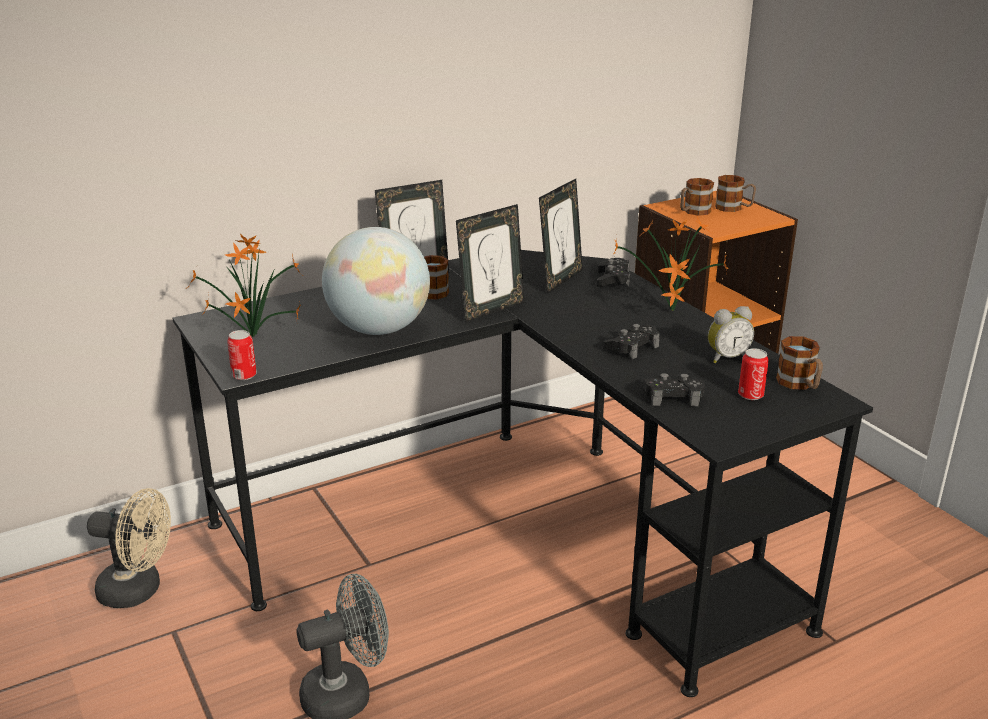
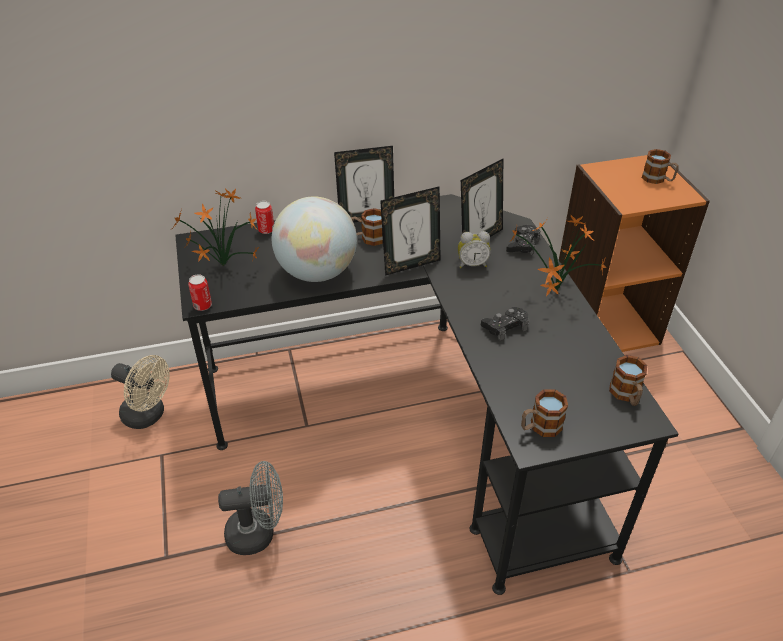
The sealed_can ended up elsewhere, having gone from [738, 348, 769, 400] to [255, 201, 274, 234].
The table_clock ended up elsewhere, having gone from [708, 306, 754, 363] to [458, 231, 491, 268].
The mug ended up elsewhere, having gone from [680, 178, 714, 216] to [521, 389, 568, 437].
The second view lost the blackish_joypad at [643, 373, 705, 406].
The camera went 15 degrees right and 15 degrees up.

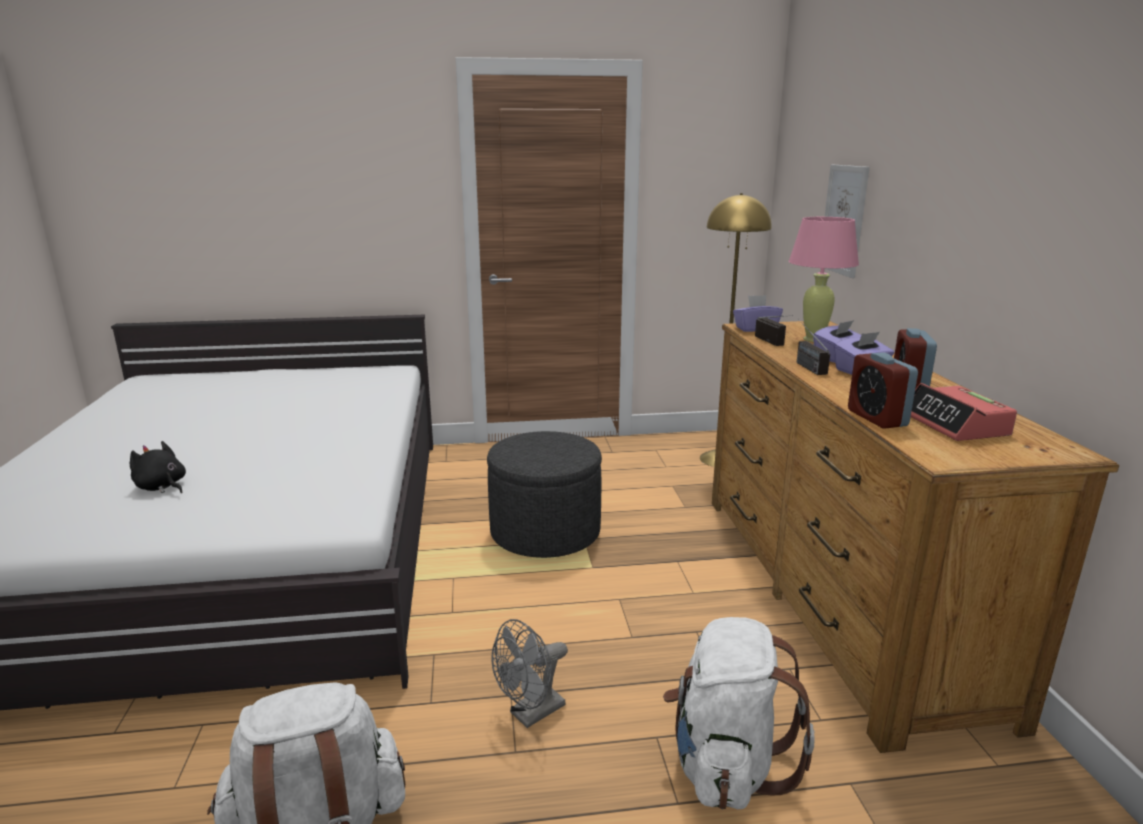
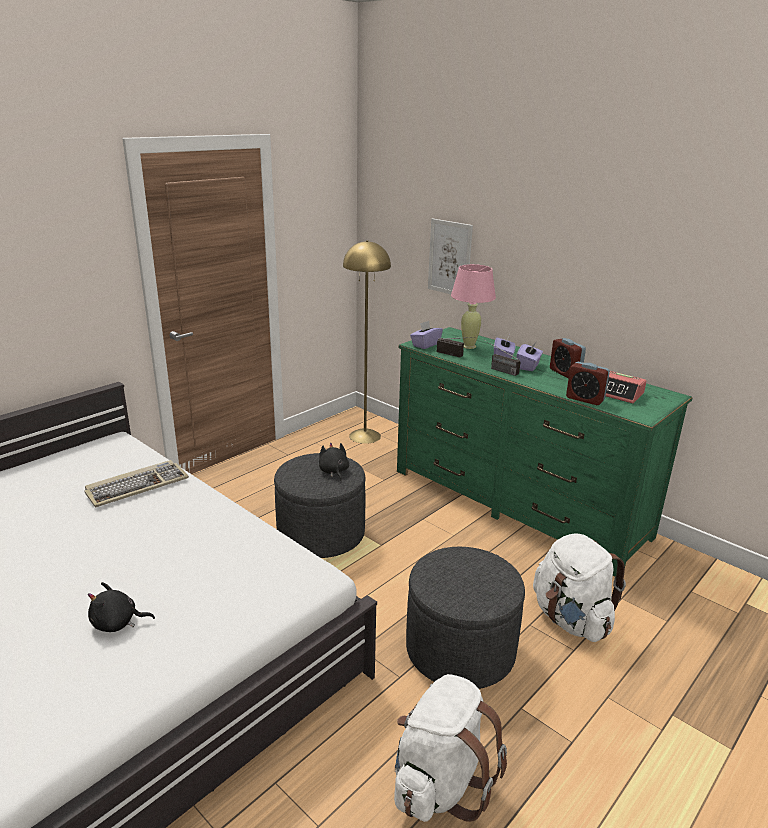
The second view gained the PC_keyboard at [84, 460, 189, 508].
The second view gained the blackish_cuddly_toy at [319, 443, 349, 481].
What was the brown_dresser at [712, 321, 1119, 753] turned into the greenish_dresser at [397, 327, 693, 576].
Where the gray_electric_fan stood at [491, 619, 568, 728], the gray_ottoman came to stand at [406, 547, 525, 689].
The camera went 40 degrees left and 5 degrees up.

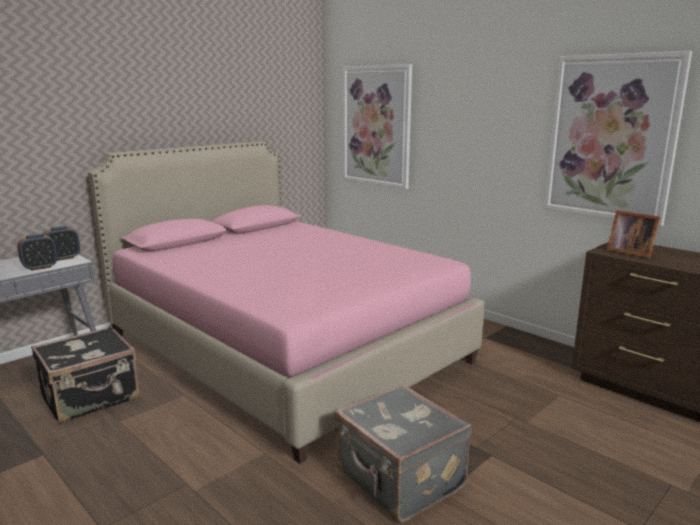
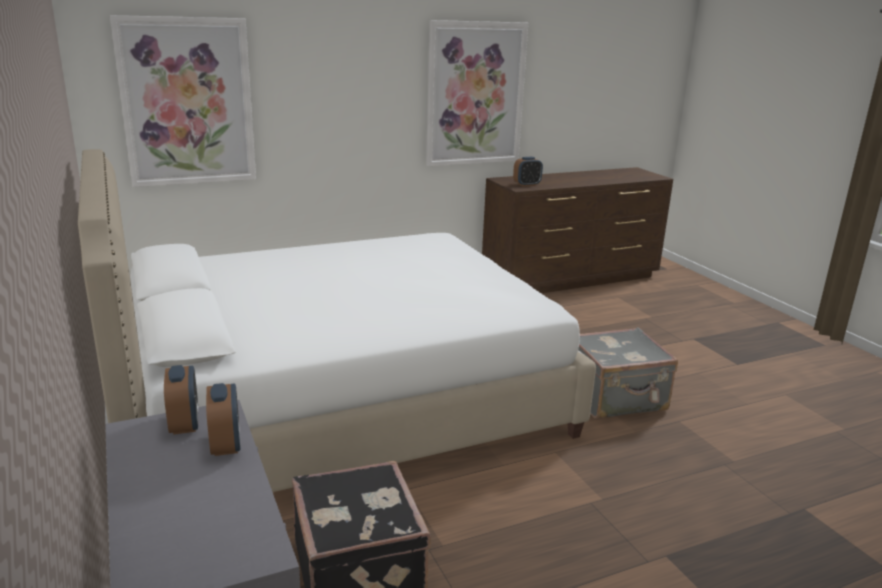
What was the pink_bedroom_bed at [88, 141, 485, 464] turned into the white_bedroom_bed at [78, 149, 596, 492].
Where the photo_frame stood at [607, 210, 660, 258], the table_clock came to stand at [513, 157, 543, 186].
The camera went 70 degrees left and 5 degrees up.

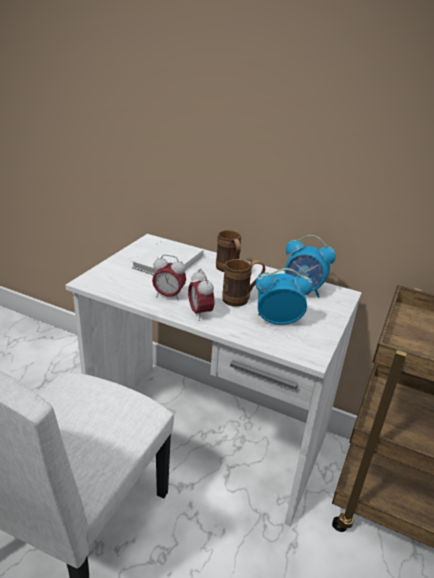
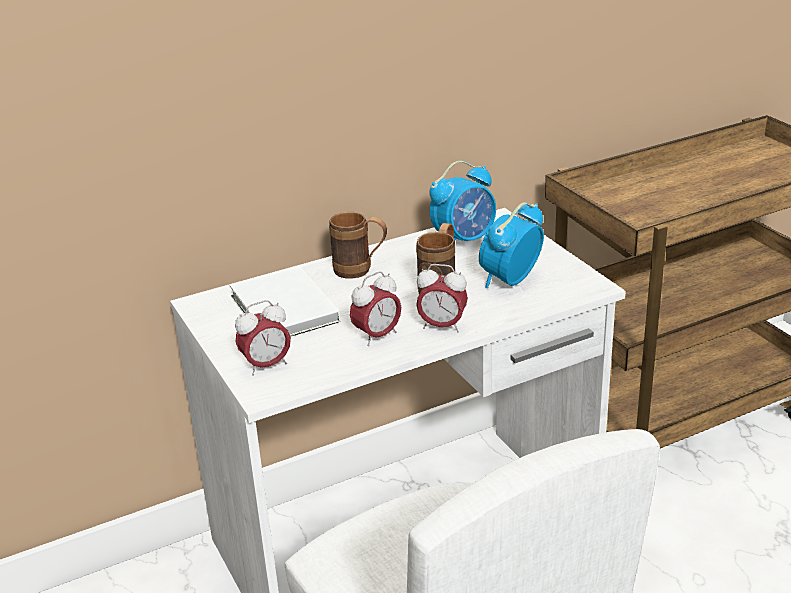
The second view gained the table_clock at [235, 300, 291, 376].
The camera went 50 degrees left and 0 degrees up.

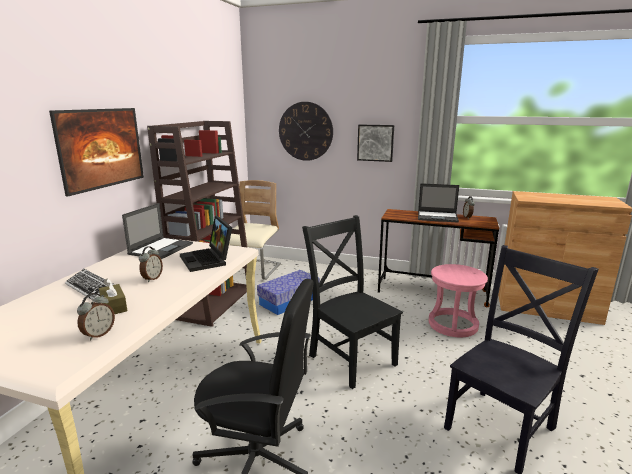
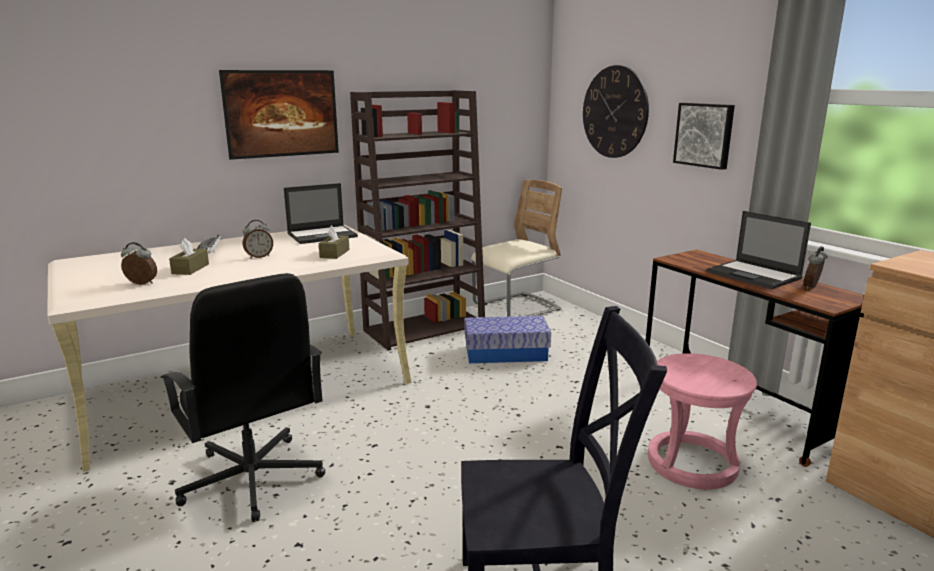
The table_clock at [77, 293, 115, 340] ended up facing another way, 150 degrees counterclockwise from before.
Where the notebook_computer stood at [180, 216, 232, 272], the brown_tissue_box came to stand at [319, 225, 349, 259].
The second view lost the blackish_chair at [302, 215, 403, 389].
The camera went 40 degrees right and 0 degrees up.

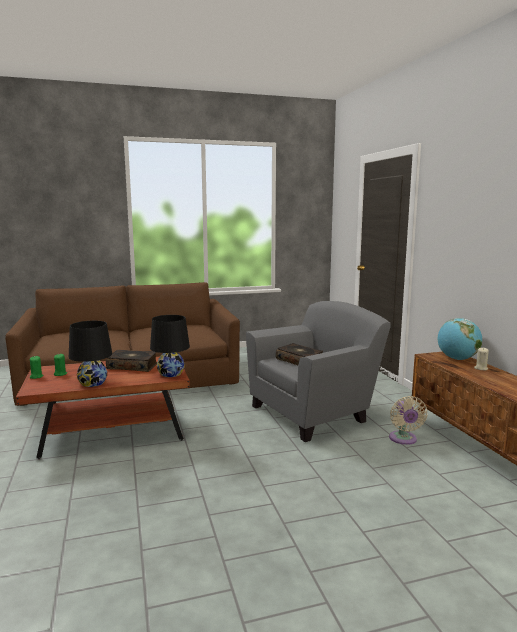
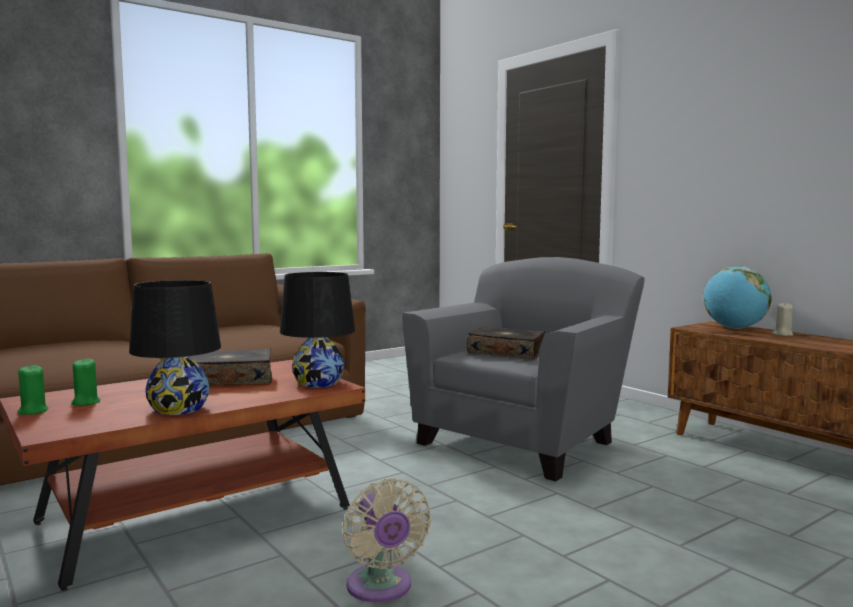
The beige_electric_fan ended up elsewhere, having gone from [389, 396, 428, 445] to [342, 478, 431, 603].
The camera went 20 degrees left and 5 degrees down.

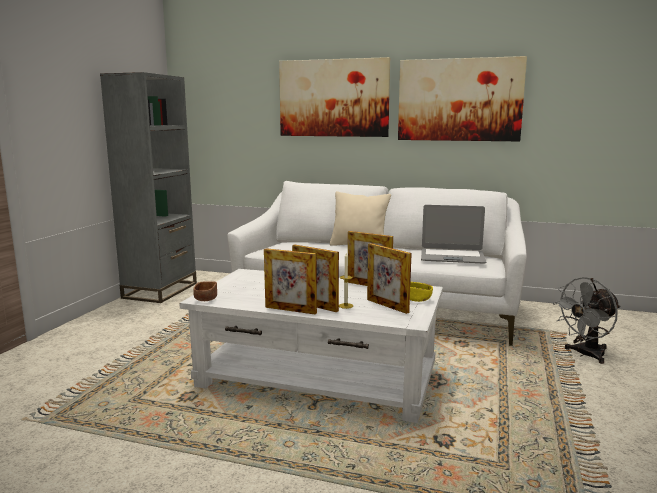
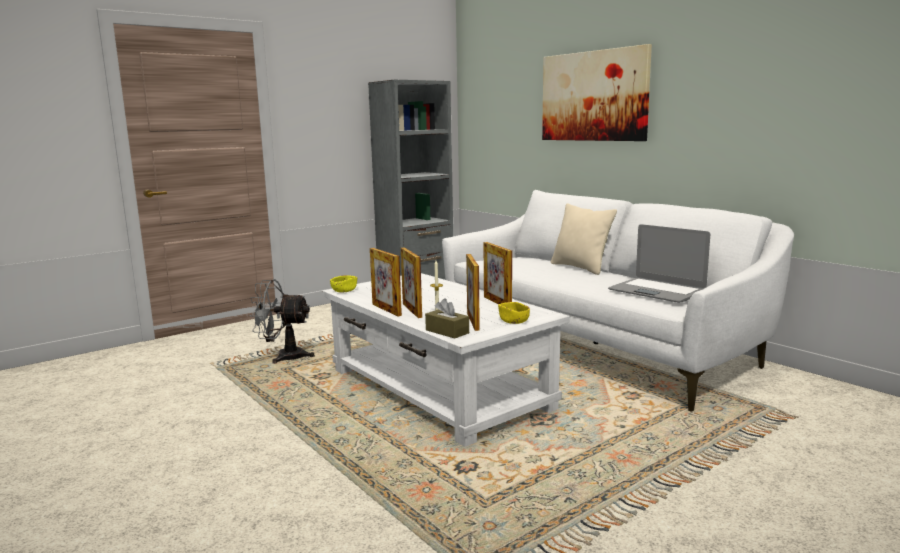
The gray_electric_fan ended up elsewhere, having gone from [553, 277, 620, 364] to [249, 279, 315, 364].
What was the brown_deep_dish at [193, 281, 217, 301] turned into the yellow-coloured_deep_dish at [330, 275, 357, 293].
The second view gained the brown_tissue_box at [425, 298, 469, 338].
The second view lost the picture at [398, 56, 527, 141].
The camera went 35 degrees right and 0 degrees up.

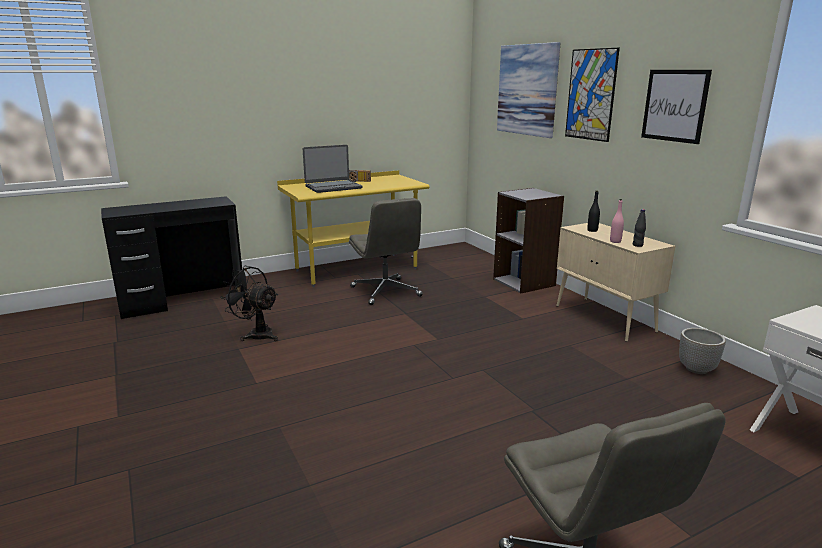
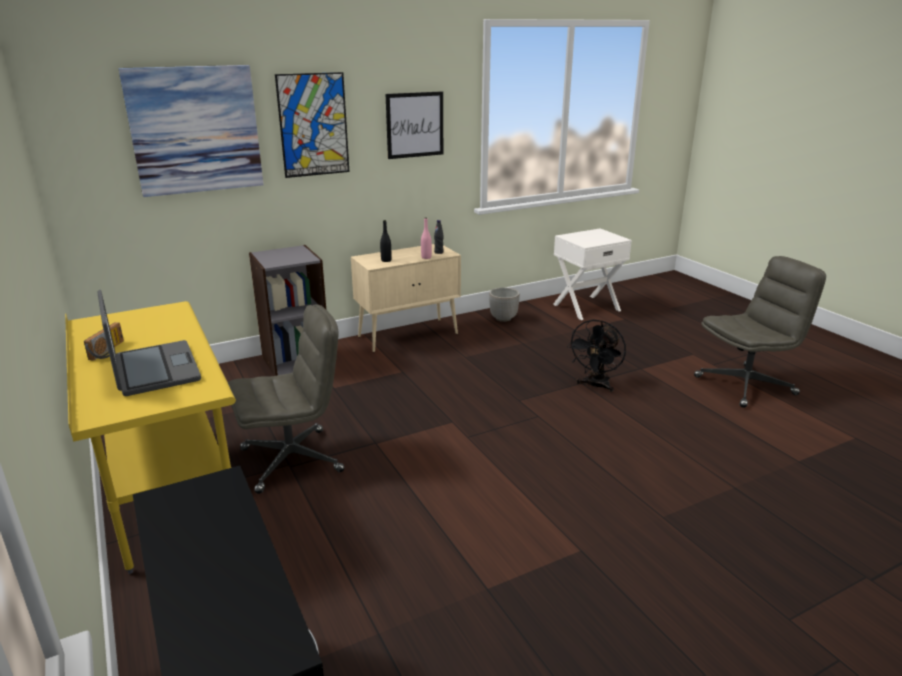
The blackish_electric_fan ended up elsewhere, having gone from [220, 266, 278, 341] to [567, 320, 626, 393].
The camera went 90 degrees left and 5 degrees up.

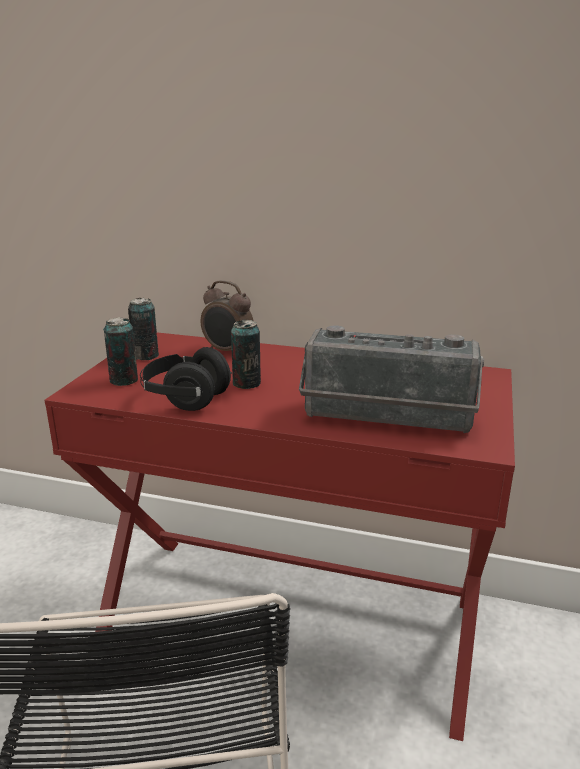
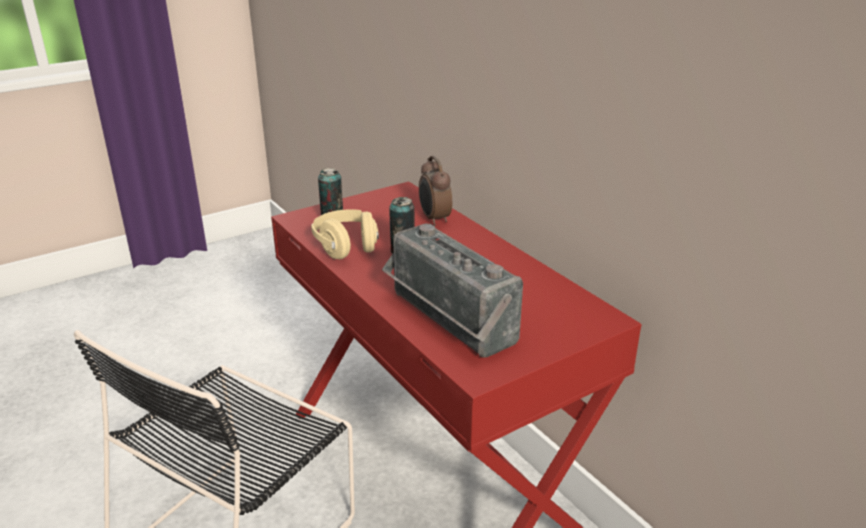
What was the blackish_pair_of_headphones at [140, 347, 232, 411] turned into the beige_pair_of_headphones at [311, 209, 379, 259].
The second view lost the sealed_can at [128, 298, 159, 360].
The camera went 40 degrees right and 5 degrees up.

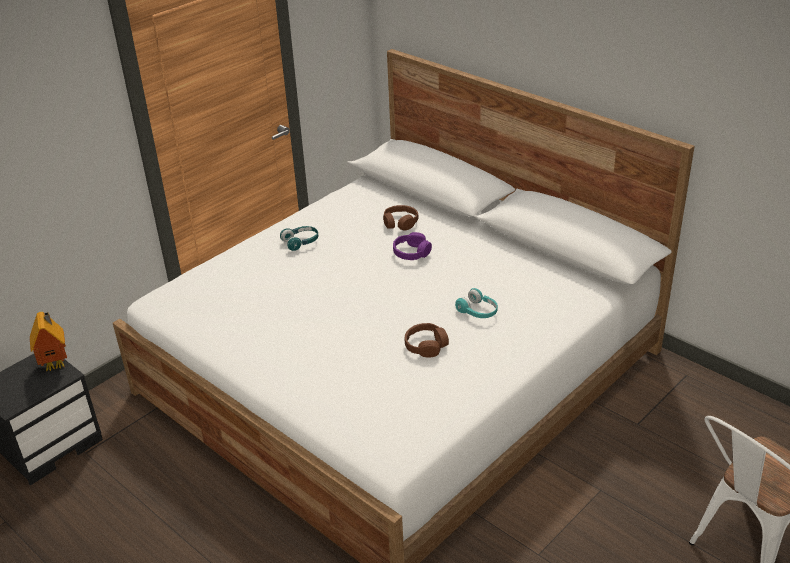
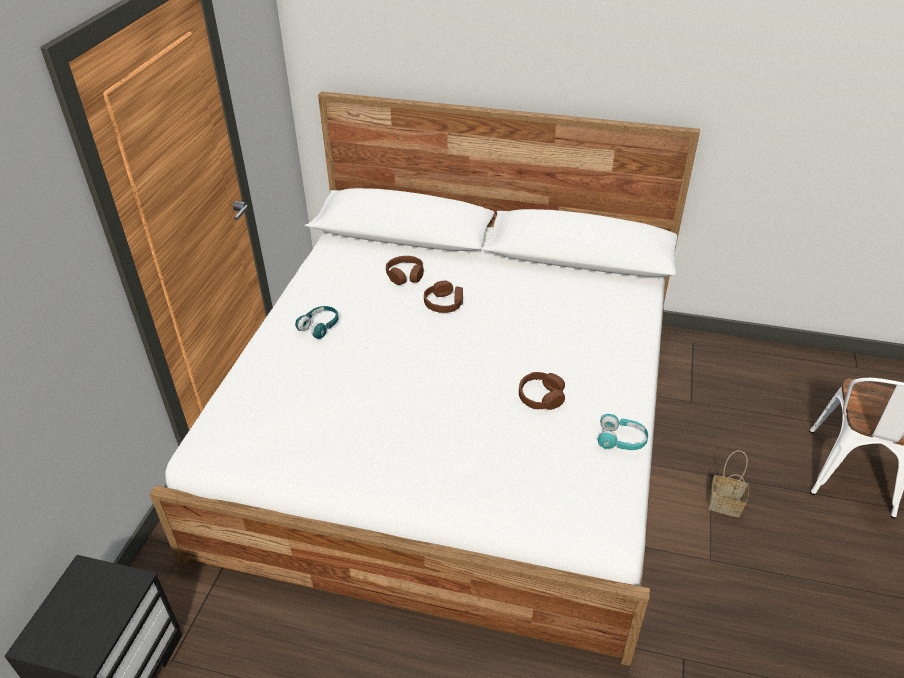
What was the purple_pair_of_headphones at [393, 232, 432, 260] turned into the brown_pair_of_headphones at [424, 281, 463, 313].
The turquoise_pair_of_headphones ended up elsewhere, having gone from [455, 288, 498, 318] to [598, 414, 648, 450].
The second view gained the household_basket at [708, 450, 749, 518].
The second view lost the toy_house at [30, 312, 67, 371].
The camera went 30 degrees left and 5 degrees up.

